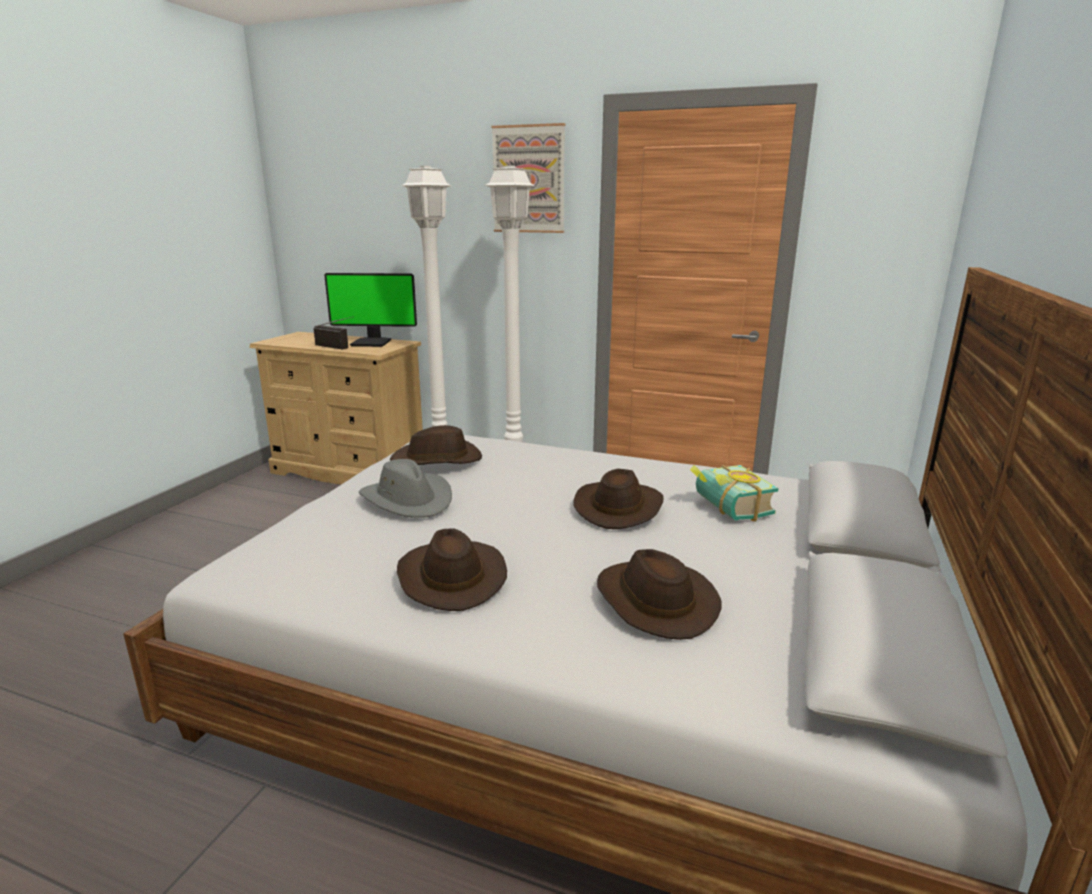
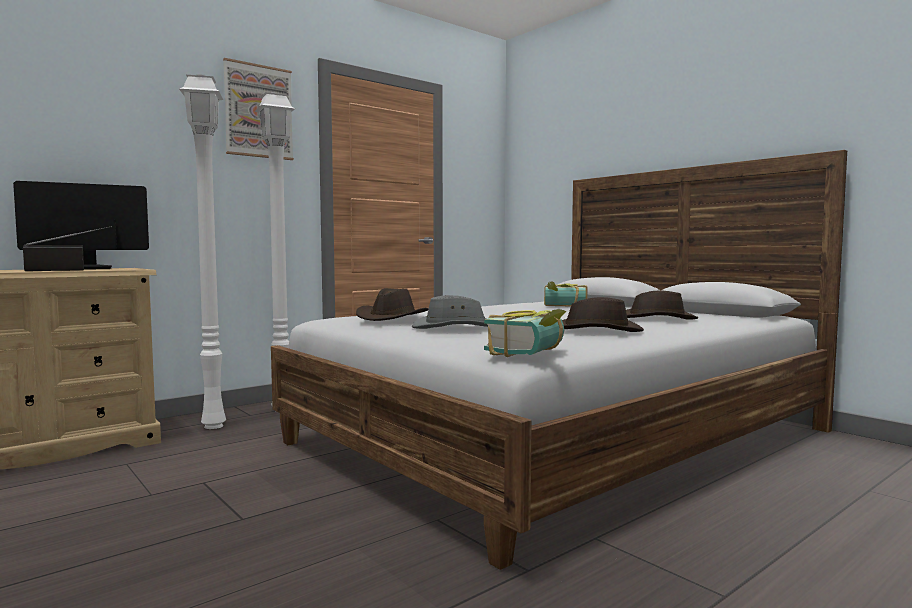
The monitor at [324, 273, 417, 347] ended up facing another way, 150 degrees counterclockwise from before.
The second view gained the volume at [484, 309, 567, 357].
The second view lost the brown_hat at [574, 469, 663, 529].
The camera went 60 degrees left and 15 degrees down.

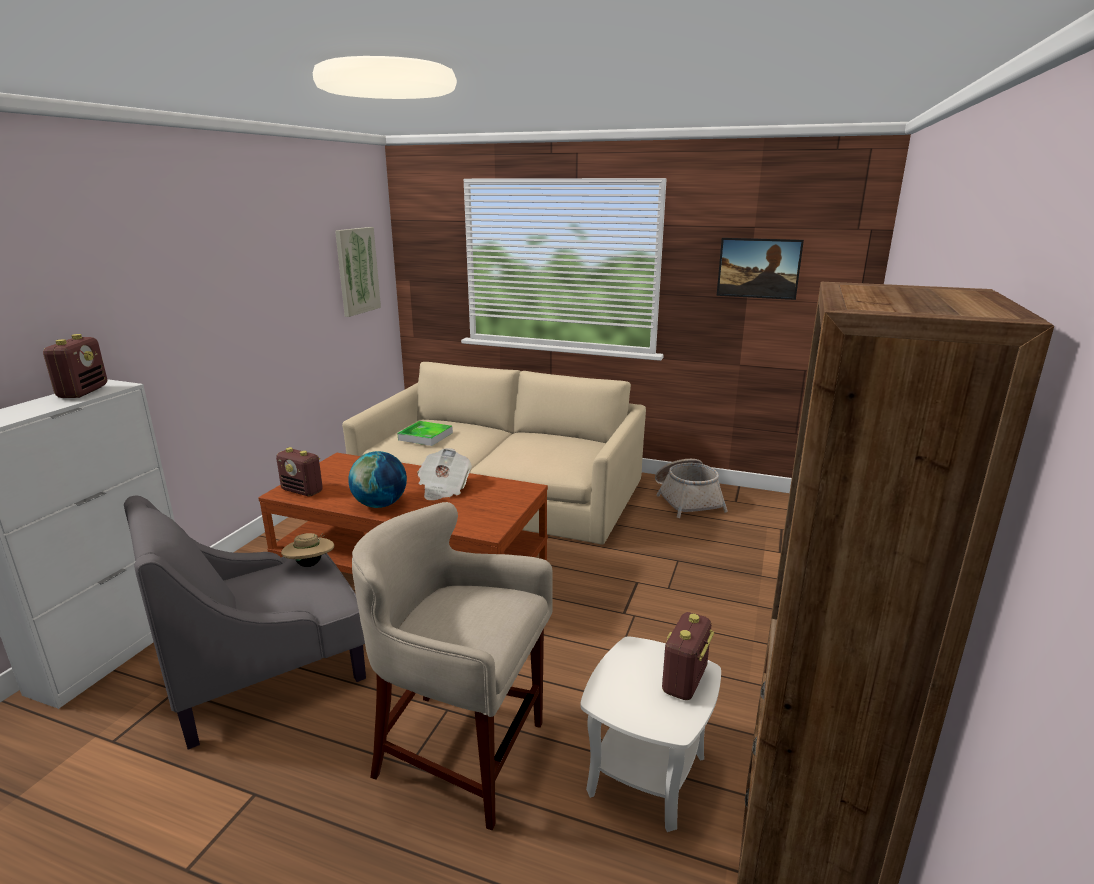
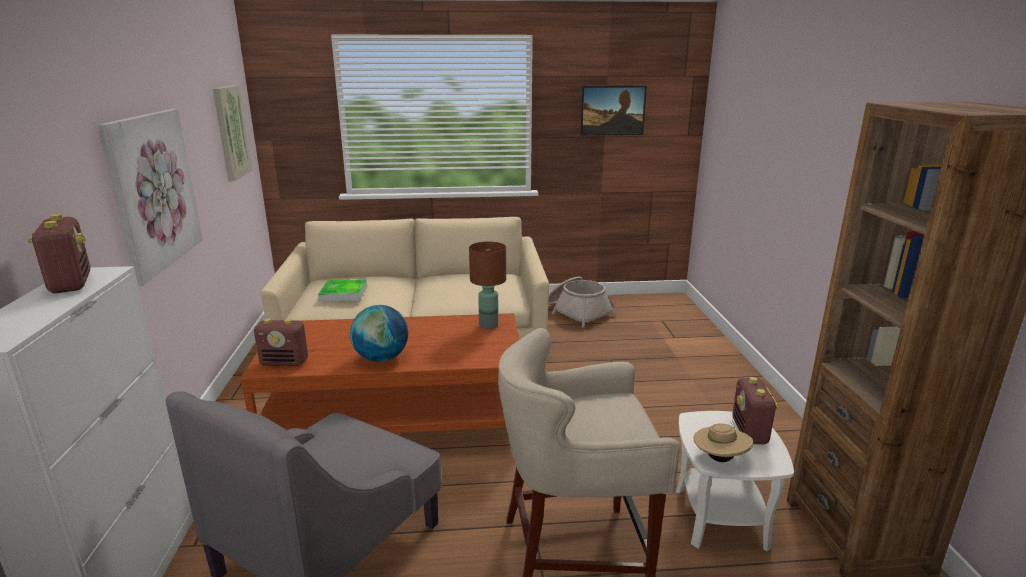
The second view gained the picture at [97, 109, 203, 285].
The second view gained the brown_table_lamp at [469, 242, 506, 329].
The beige_hat ended up elsewhere, having gone from [281, 533, 334, 567] to [694, 420, 753, 462].
The second view lost the newspaper at [417, 448, 472, 500].
The camera went 25 degrees left and 0 degrees up.

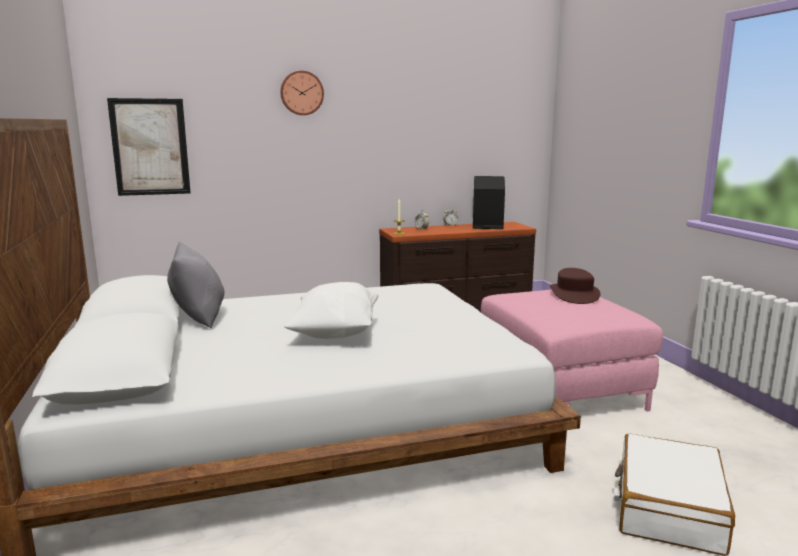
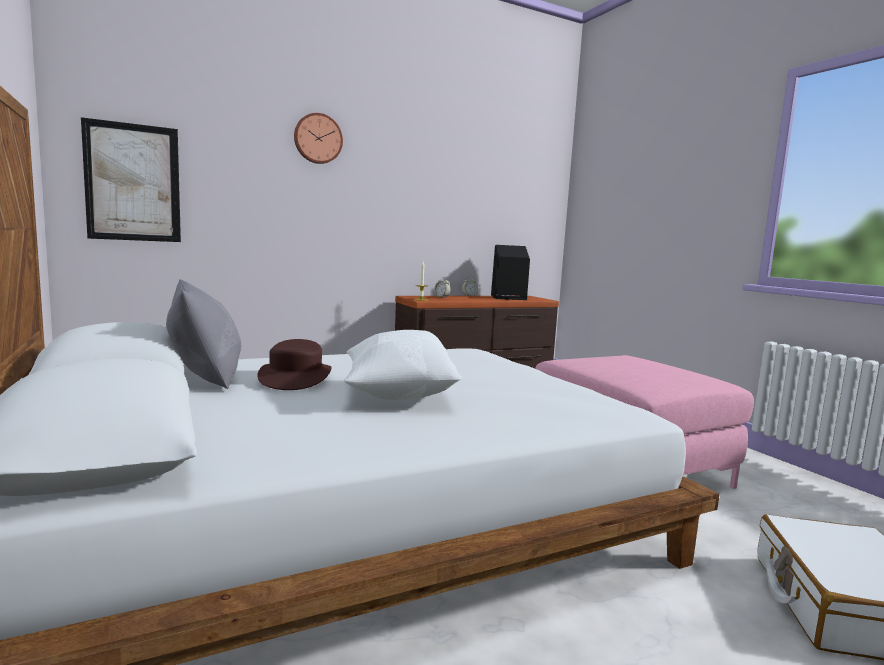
The brown_hat ended up elsewhere, having gone from [550, 268, 601, 304] to [257, 339, 332, 390].
The camera went 10 degrees left and 5 degrees down.

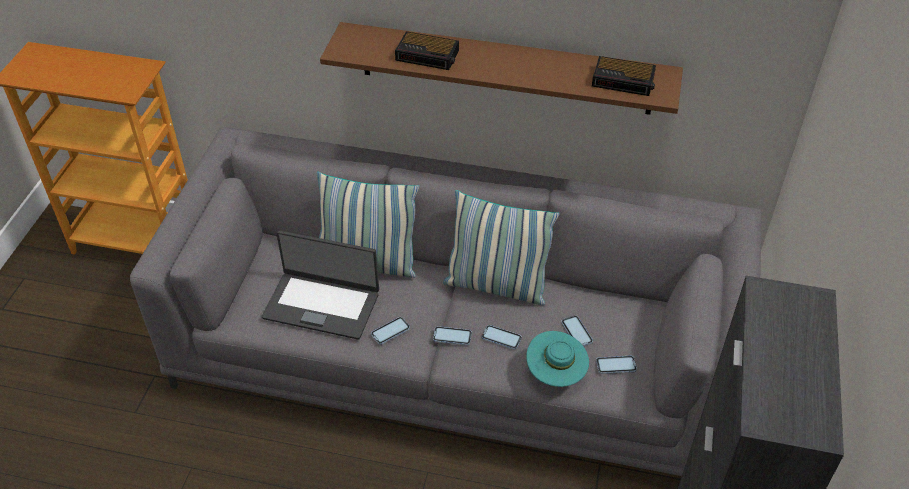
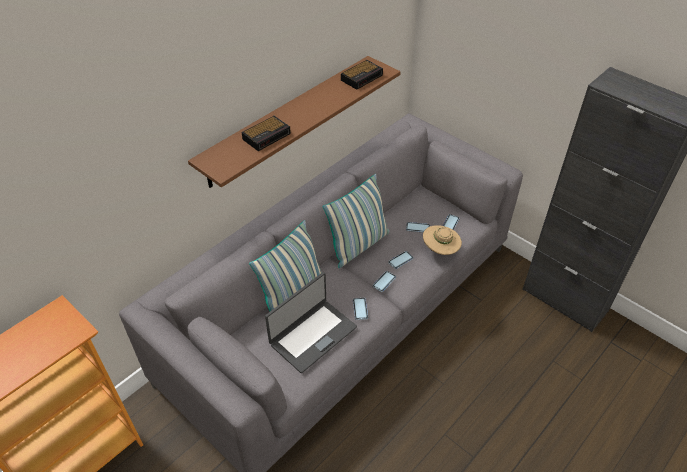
What was the turquoise_hat at [526, 331, 589, 387] turned into the beige_hat at [423, 225, 462, 255].
The camera went 60 degrees left and 0 degrees up.

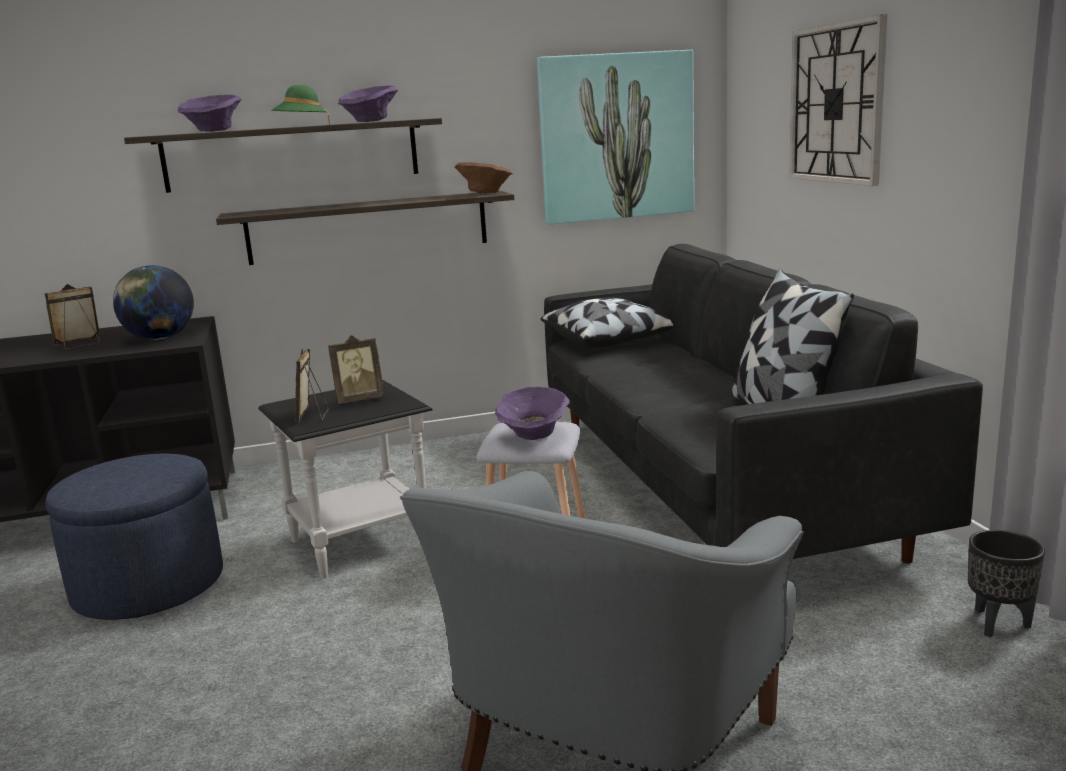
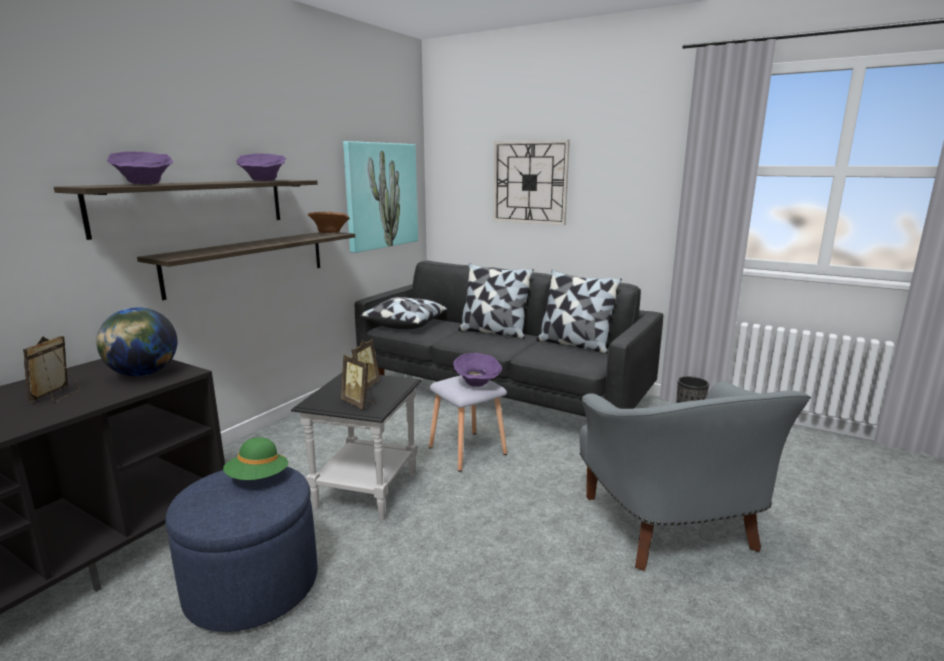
The greenish_hat ended up elsewhere, having gone from [271, 85, 330, 124] to [223, 437, 288, 480].
The second view gained the throw_pillow at [458, 263, 534, 339].
The camera went 45 degrees left and 0 degrees up.

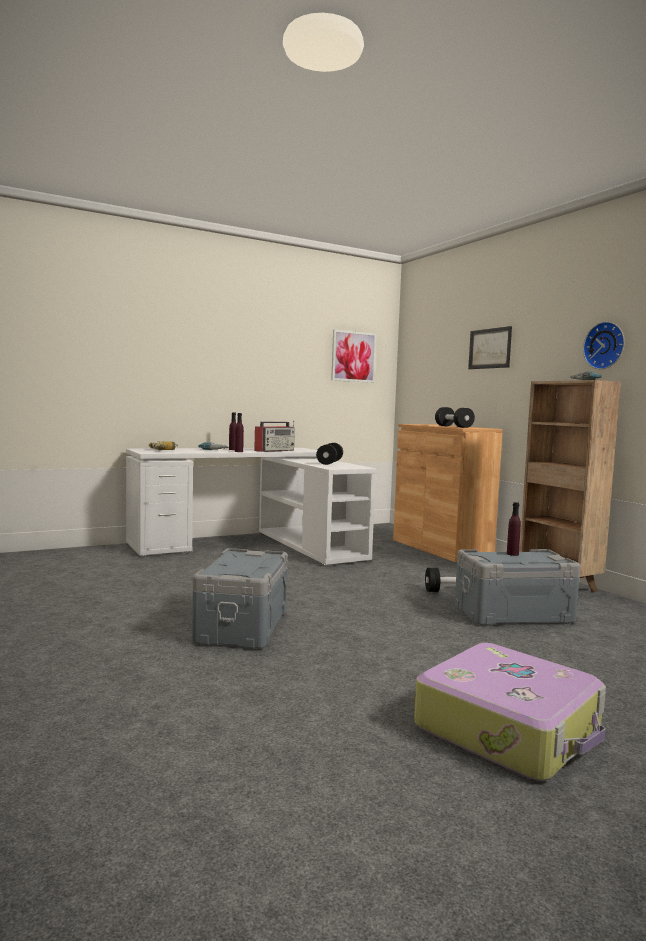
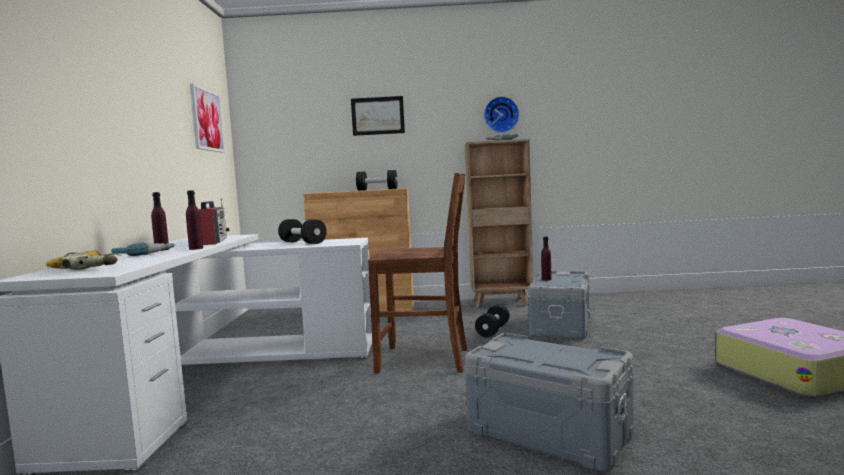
The second view gained the brown_chair at [368, 173, 467, 373].
The camera went 60 degrees left and 0 degrees up.

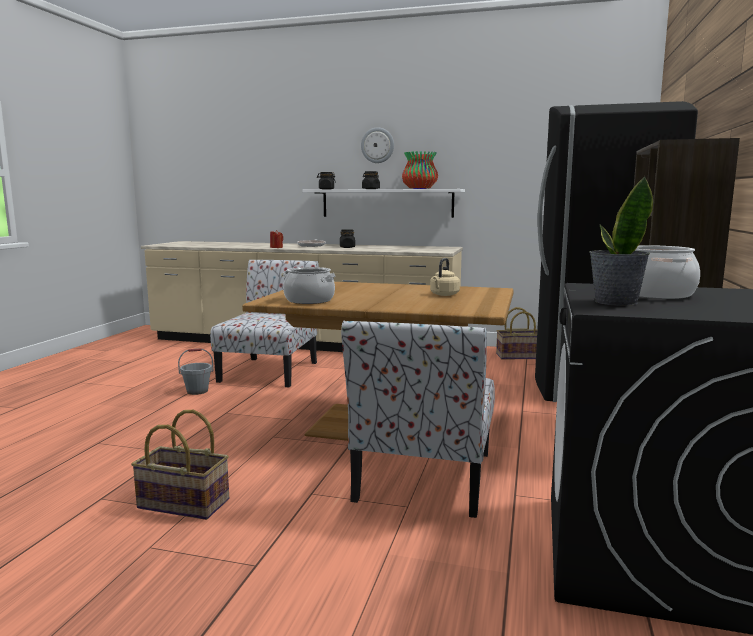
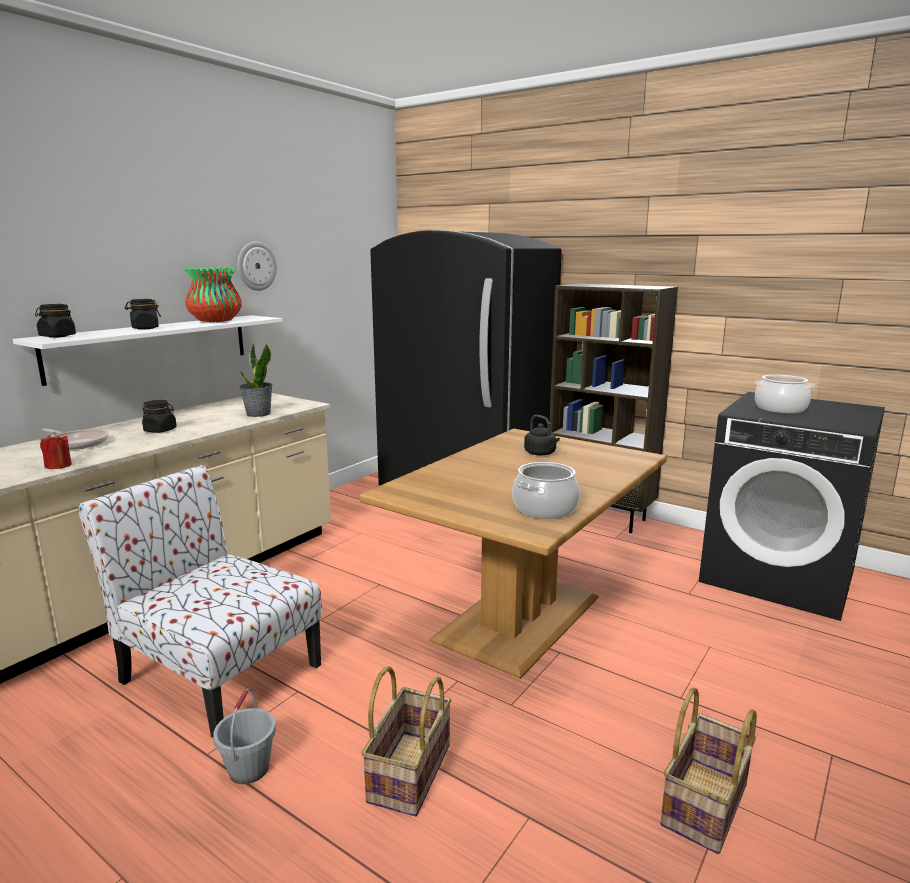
The wall_clock ended up elsewhere, having gone from [361, 127, 394, 163] to [238, 241, 277, 291].
The potted_plant ended up elsewhere, having gone from [589, 176, 653, 306] to [239, 343, 273, 417].
The household_basket ended up elsewhere, having gone from [496, 307, 537, 359] to [361, 666, 451, 816].
What was the beige_tea_kettle at [430, 258, 460, 296] turned into the blackish_tea_kettle at [524, 415, 560, 456].
The second view lost the chair at [341, 320, 495, 518].
The camera went 70 degrees left and 5 degrees up.

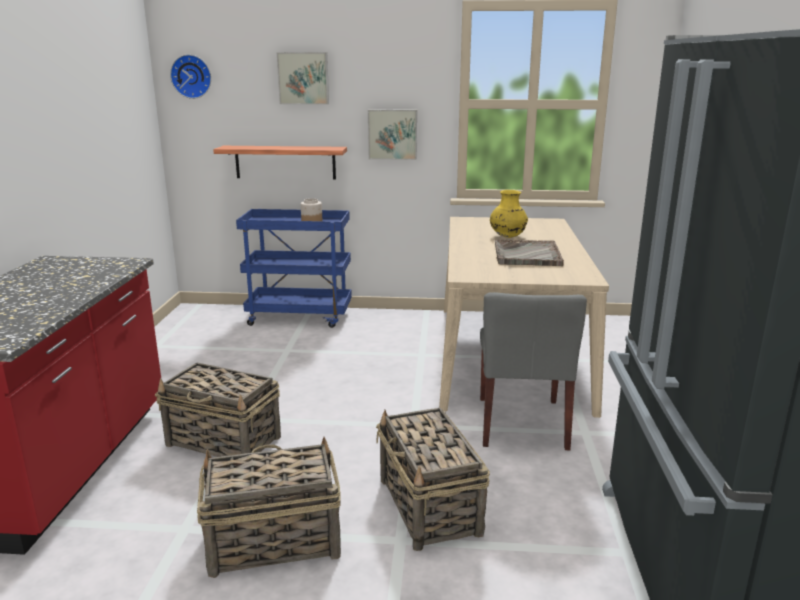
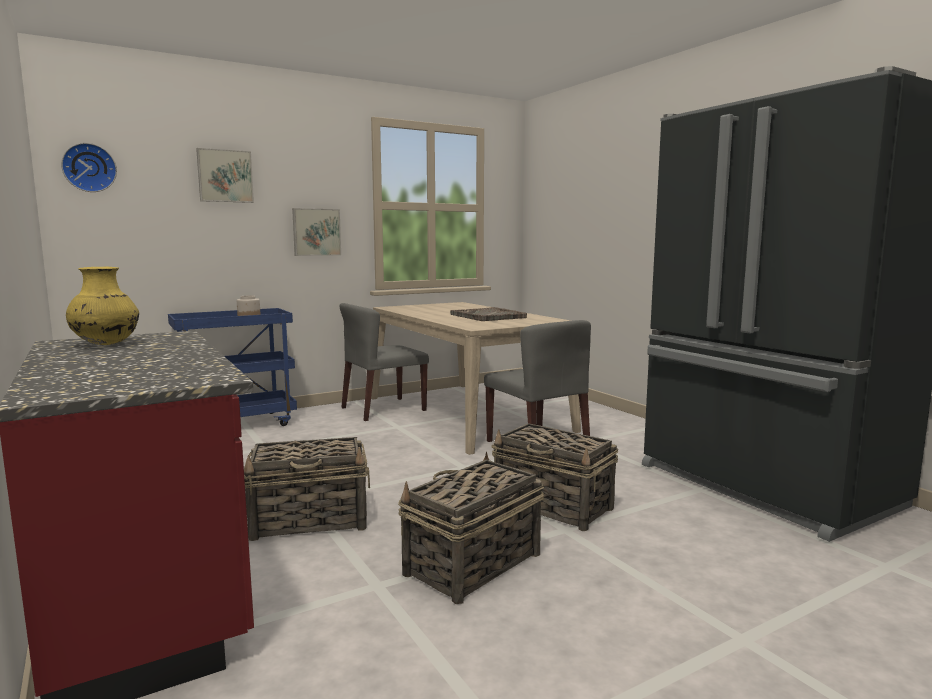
The yellow-coloured_flower_vase ended up elsewhere, having gone from [490, 190, 528, 238] to [66, 267, 139, 345].
The second view gained the gray_chair at [339, 303, 429, 421].
The second view lost the wall_shelf at [213, 146, 347, 180].
The camera went 35 degrees left and 10 degrees down.

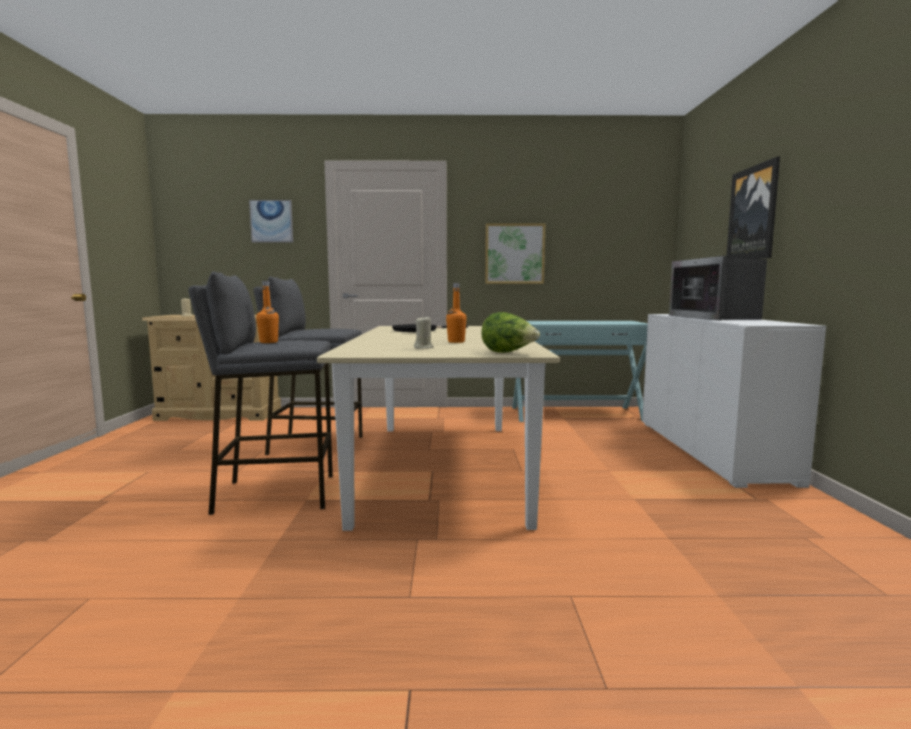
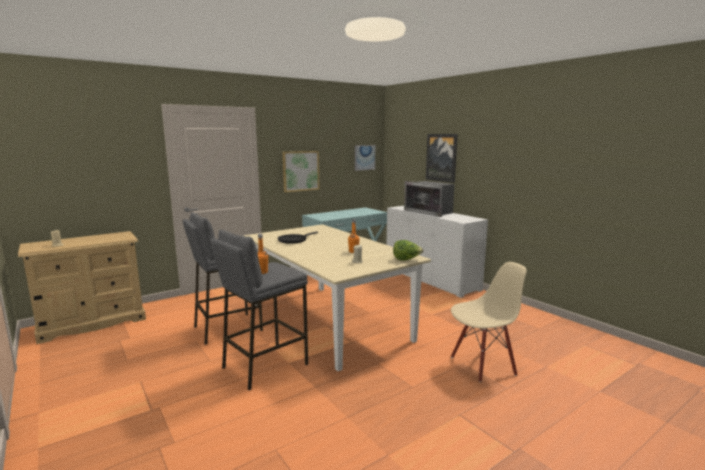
The picture ended up elsewhere, having gone from [249, 200, 293, 243] to [355, 145, 375, 171].
The second view gained the beige_chair at [451, 262, 527, 382].
The camera went 35 degrees left and 5 degrees up.

